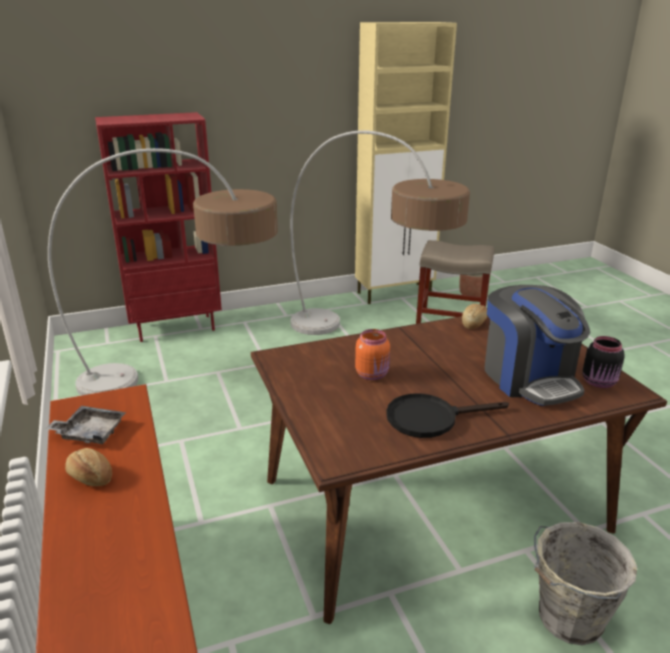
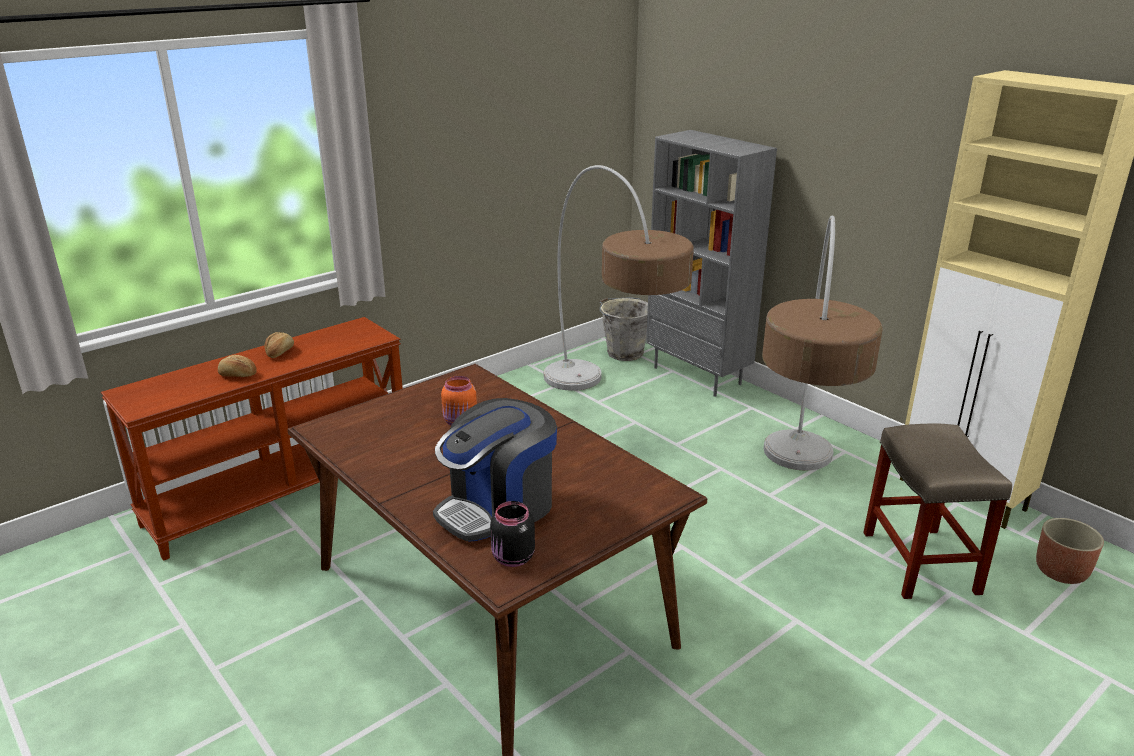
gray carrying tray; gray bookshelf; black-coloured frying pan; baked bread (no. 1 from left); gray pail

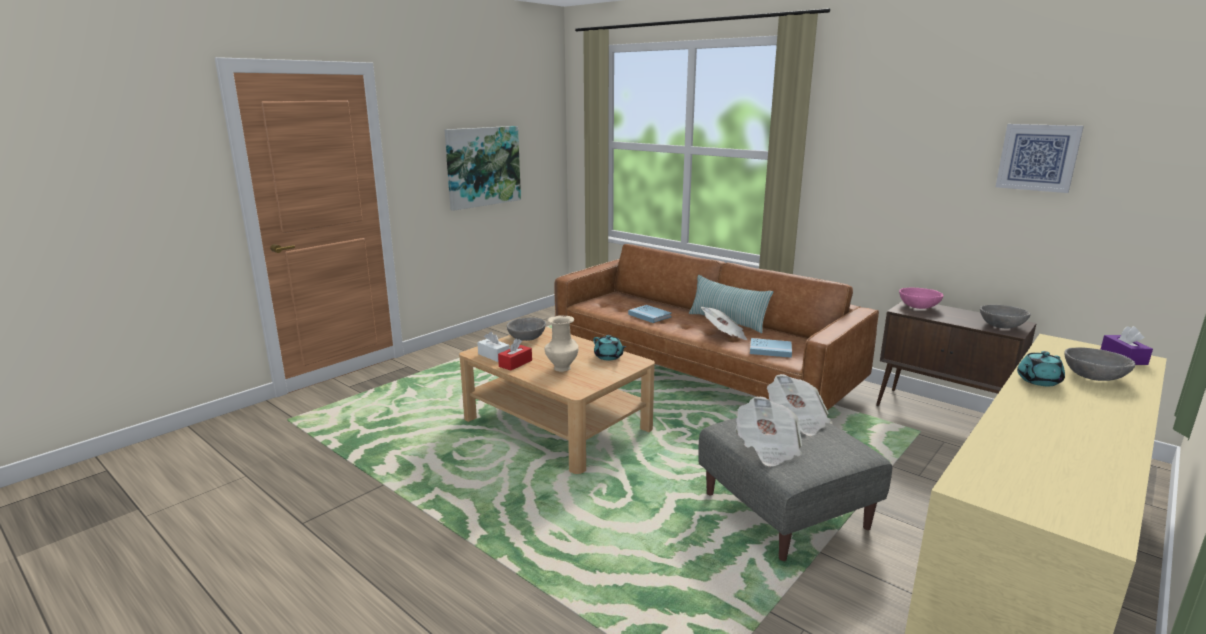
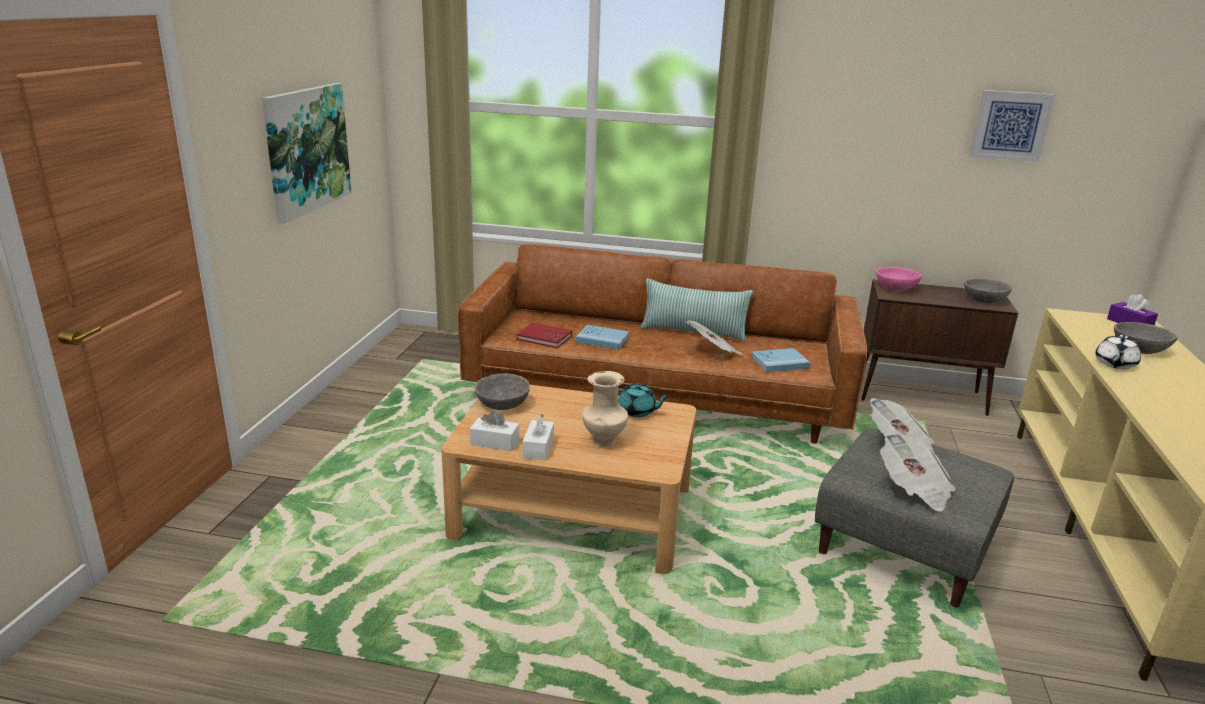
white-coloured box of tissues (no. 2 from left); white-coloured tea pot; red-coloured bound book

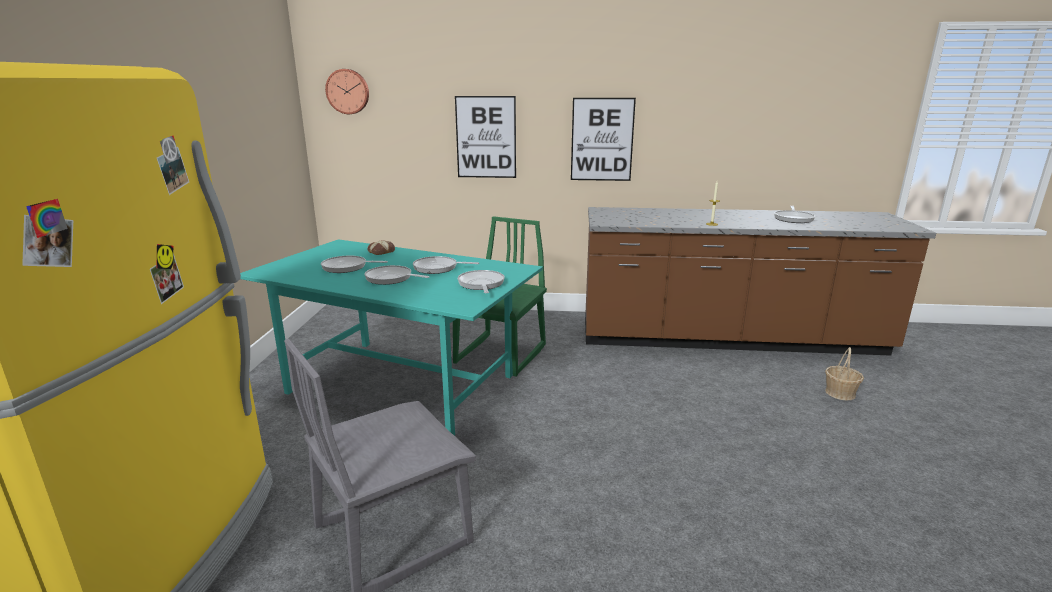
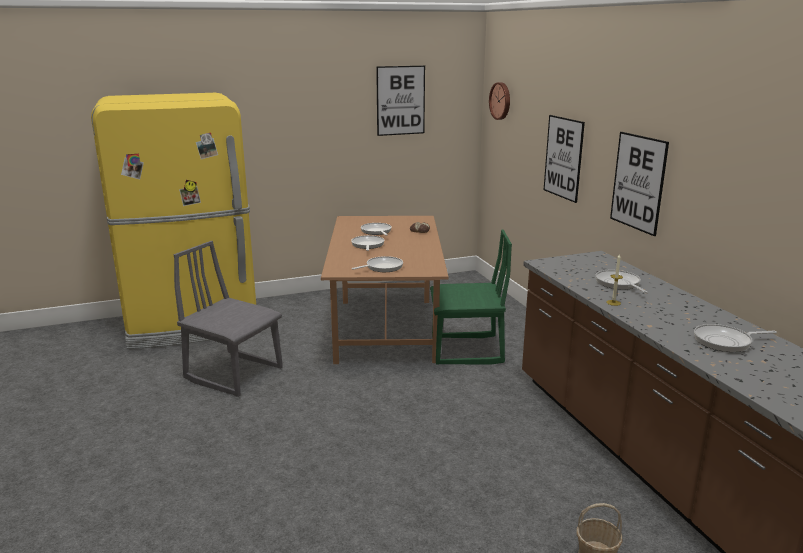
brown dining table; frying pan (no. 4 from left); wall art (no. 1 from left)

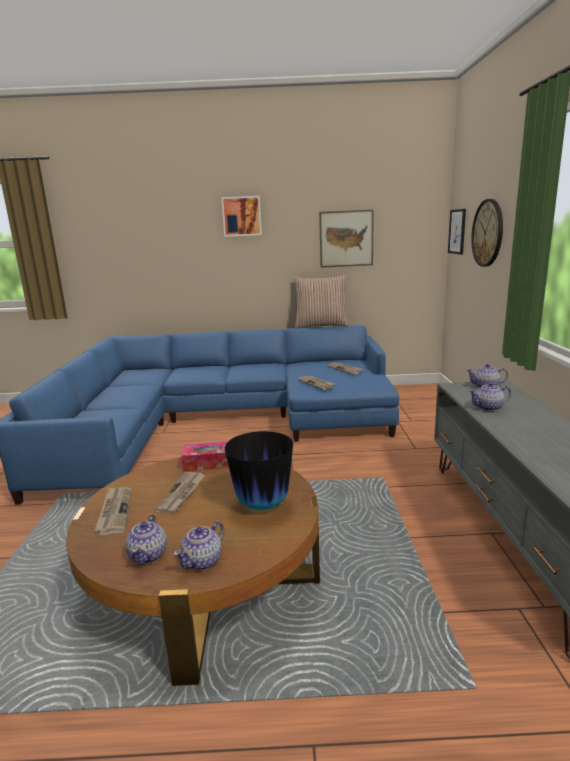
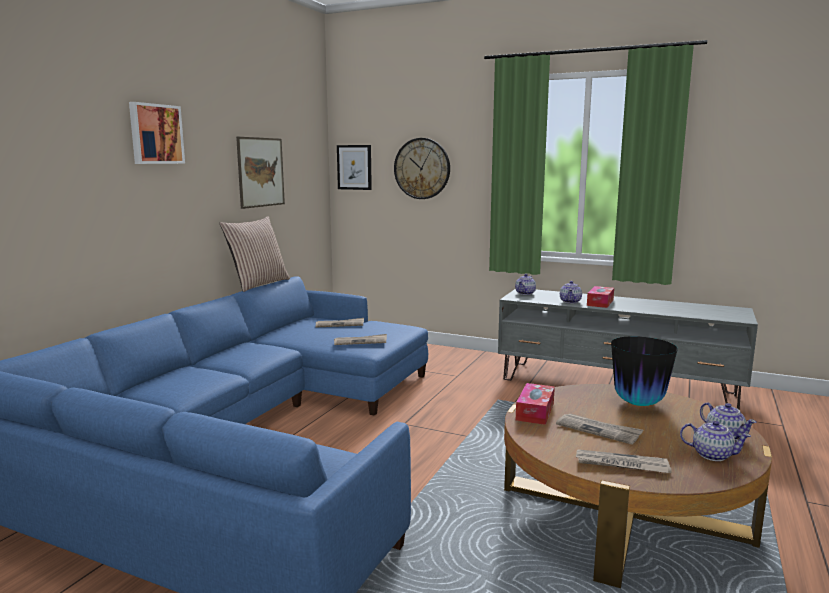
box of tissues (no. 2 from left)

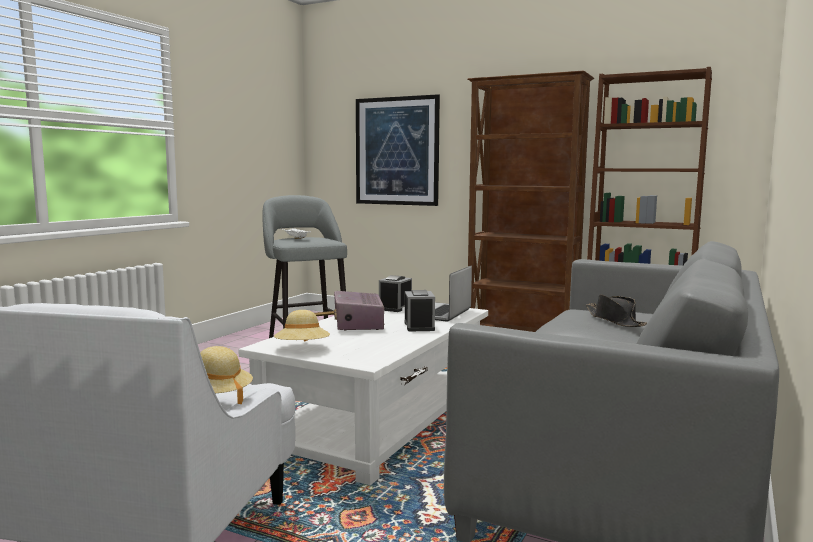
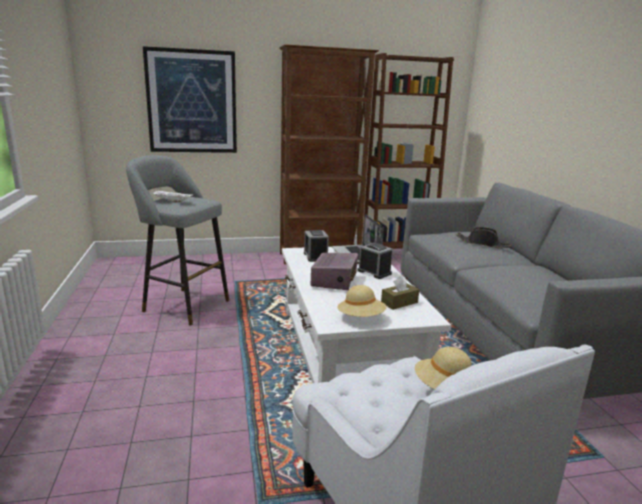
radio; brown box of tissues

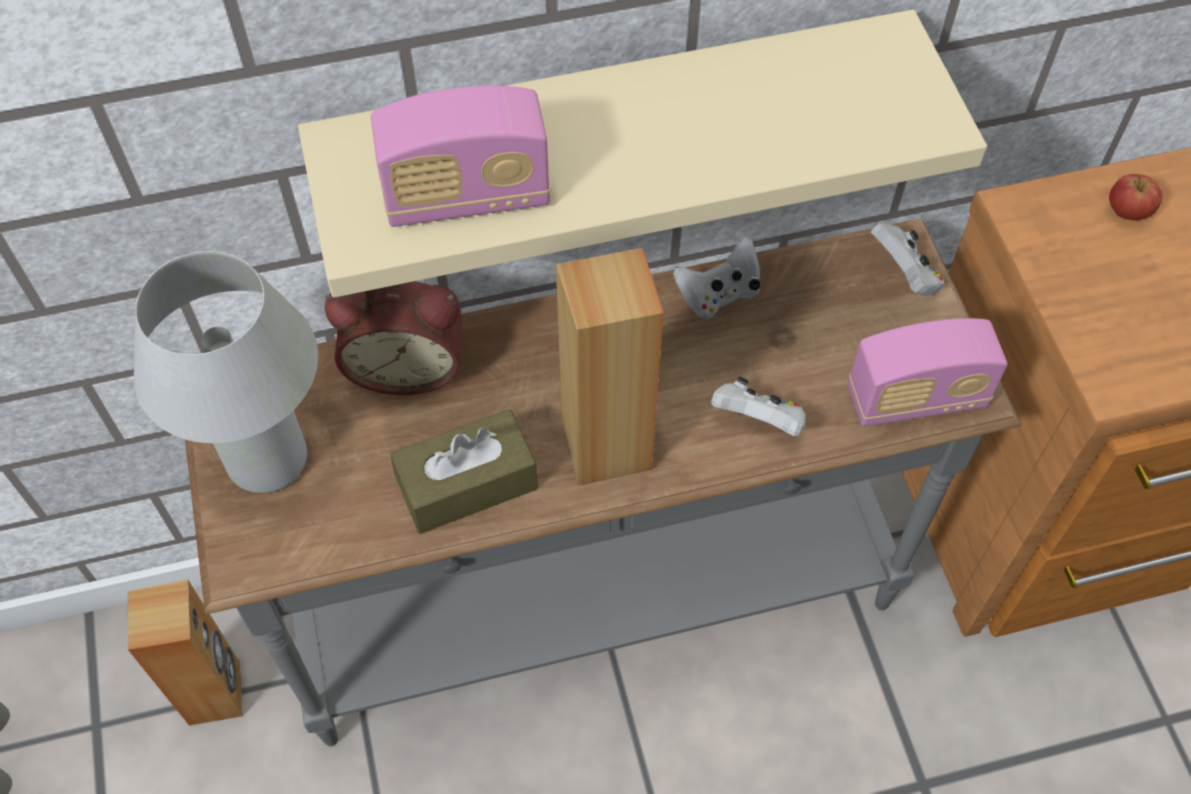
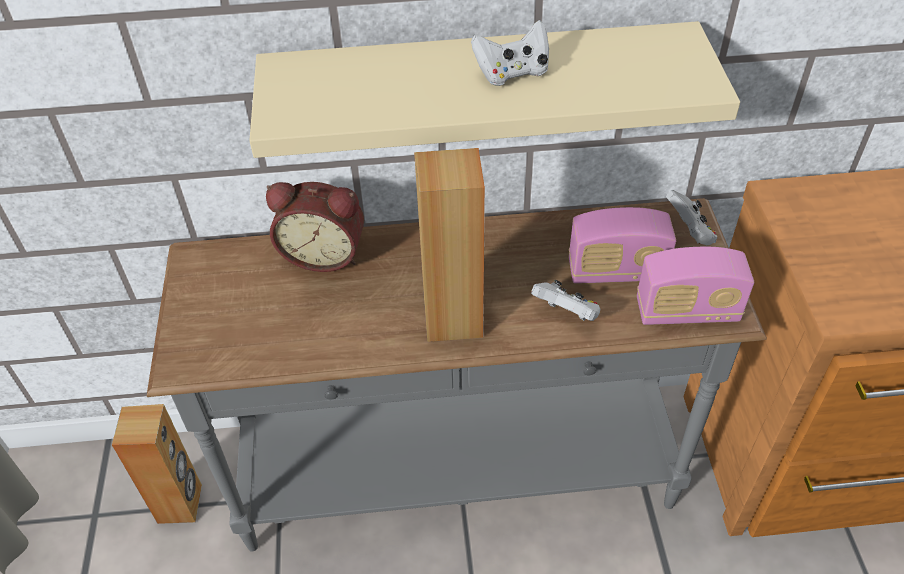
white-coloured table lamp; radio (no. 1 from left); brown box of tissues; white-coloured game controller (no. 1 from left); apple

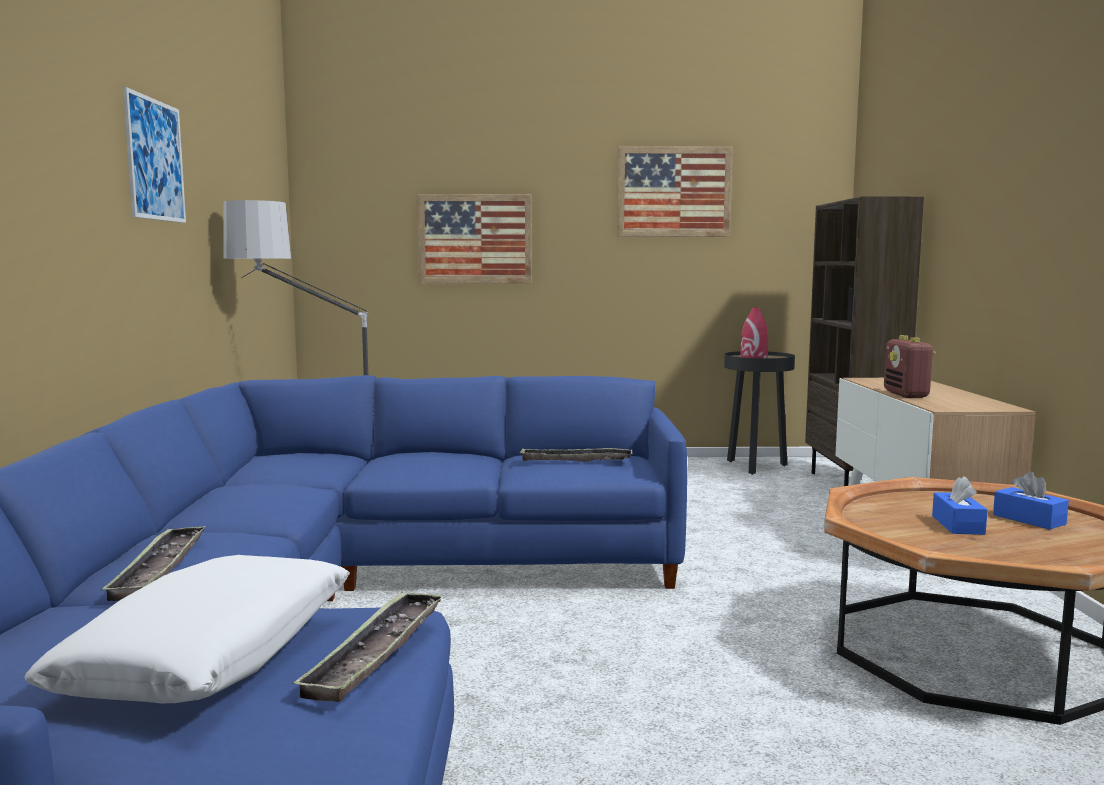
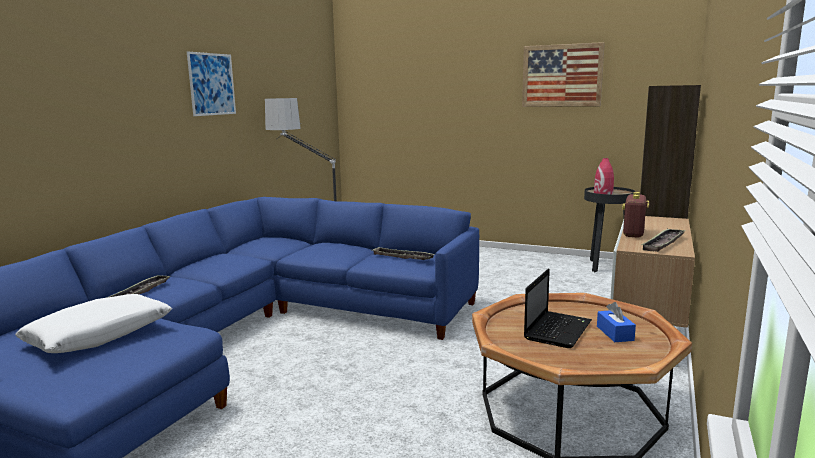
carrying tray (no. 3 from left); wall art (no. 2 from left in the first image); laptop

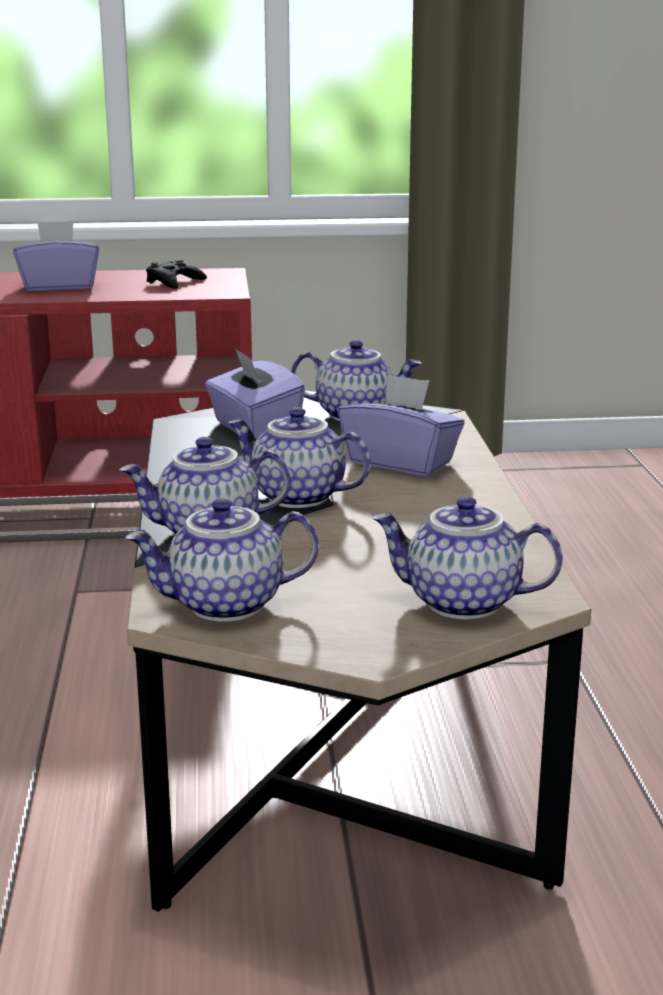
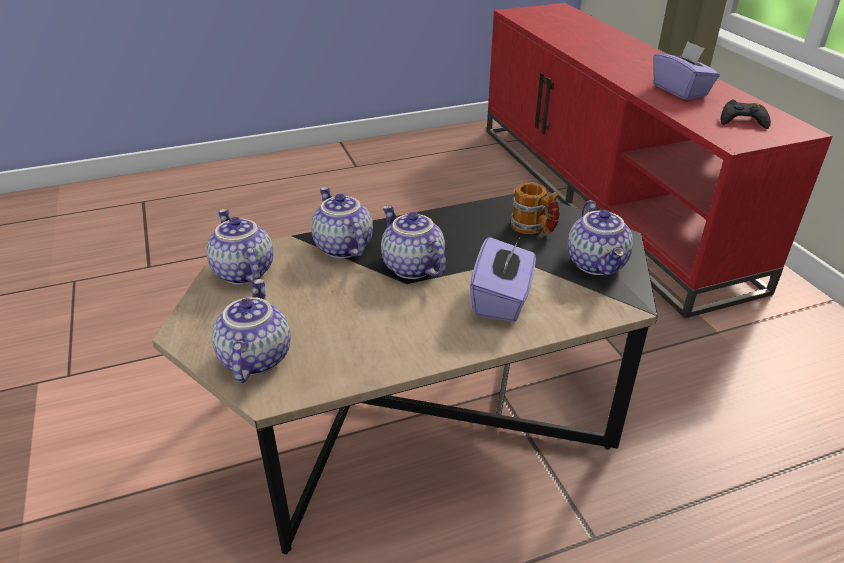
mug; tea pot (no. 4 from left)

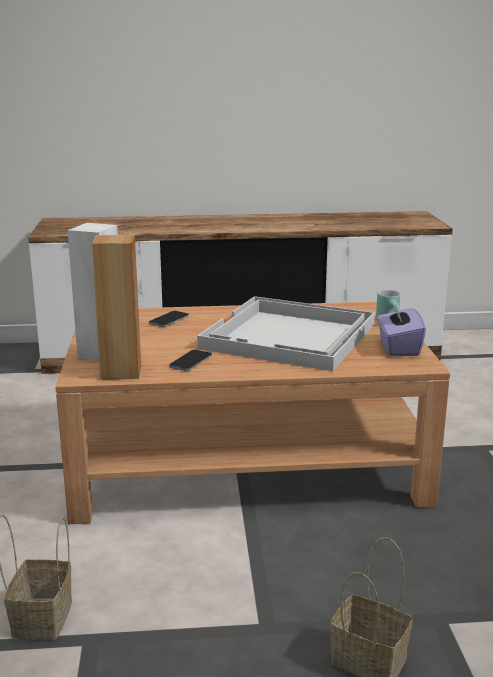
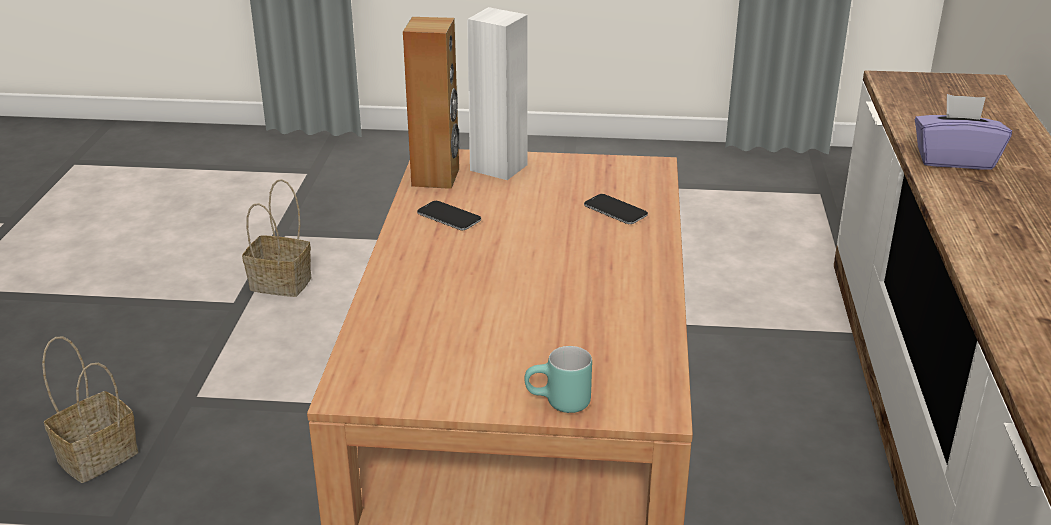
white-coloured carrying tray; purplish box of tissues

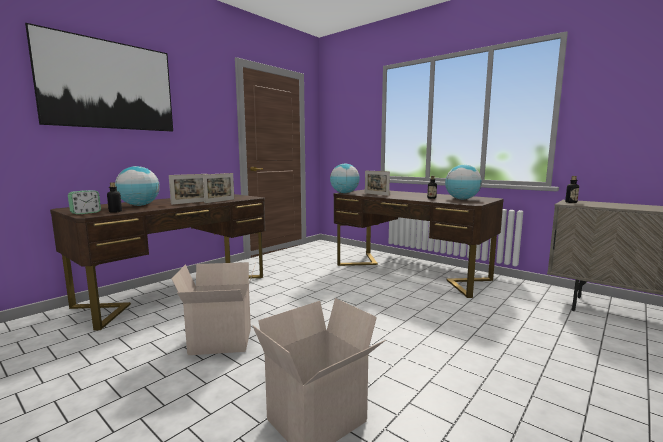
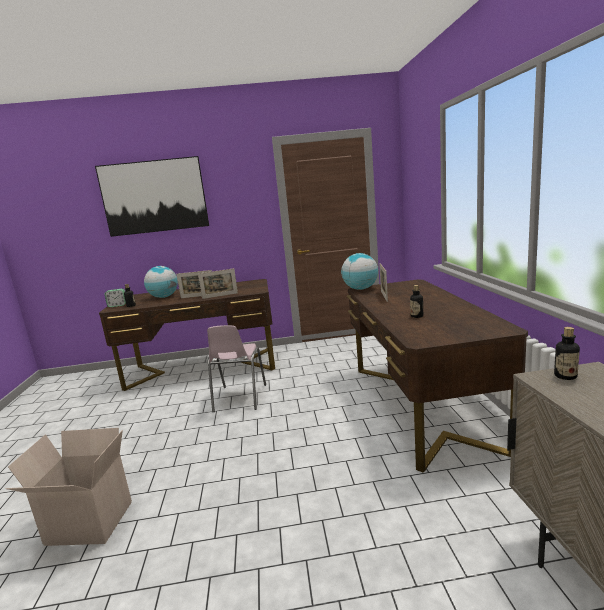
packing box (no. 1 from left in the first image); world globe (no. 3 from left in the first image); pinkish chair

